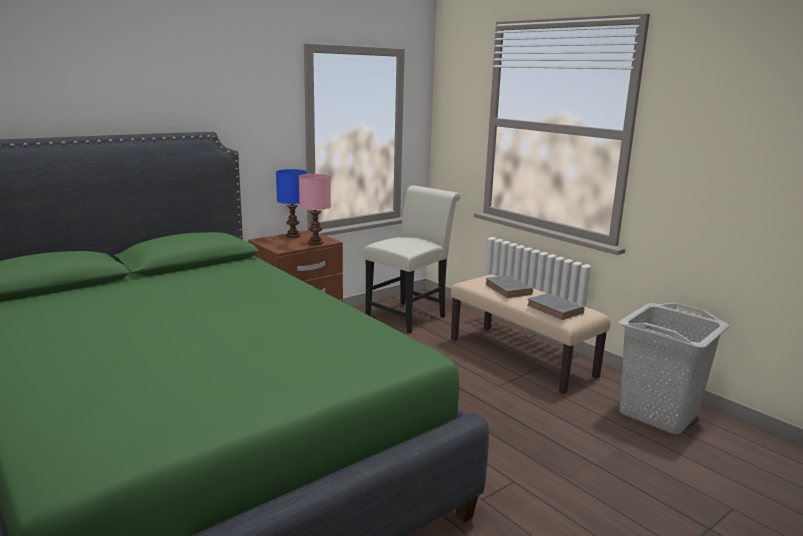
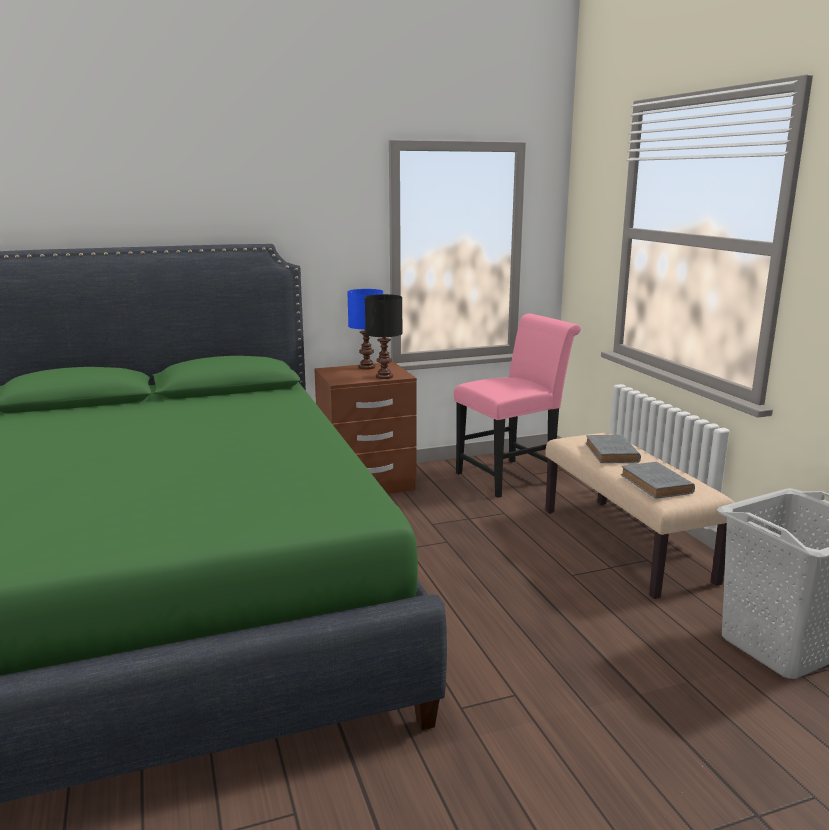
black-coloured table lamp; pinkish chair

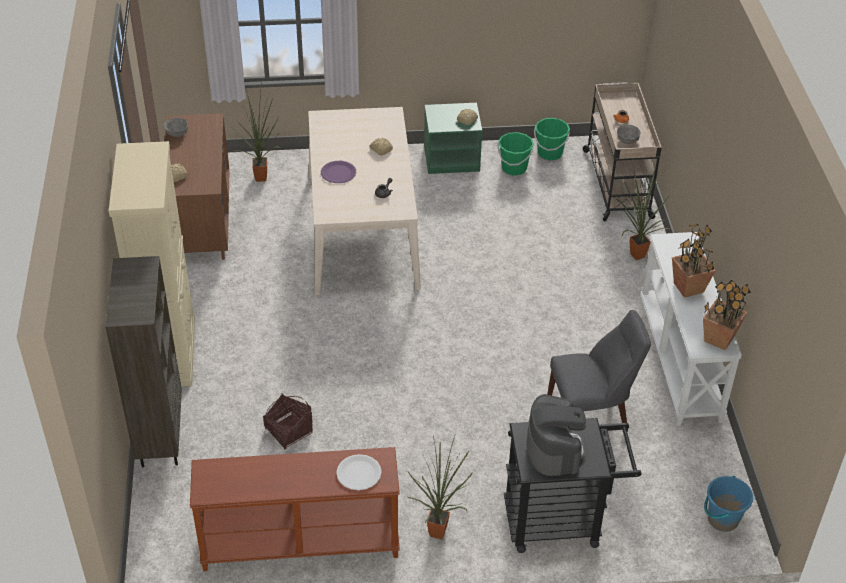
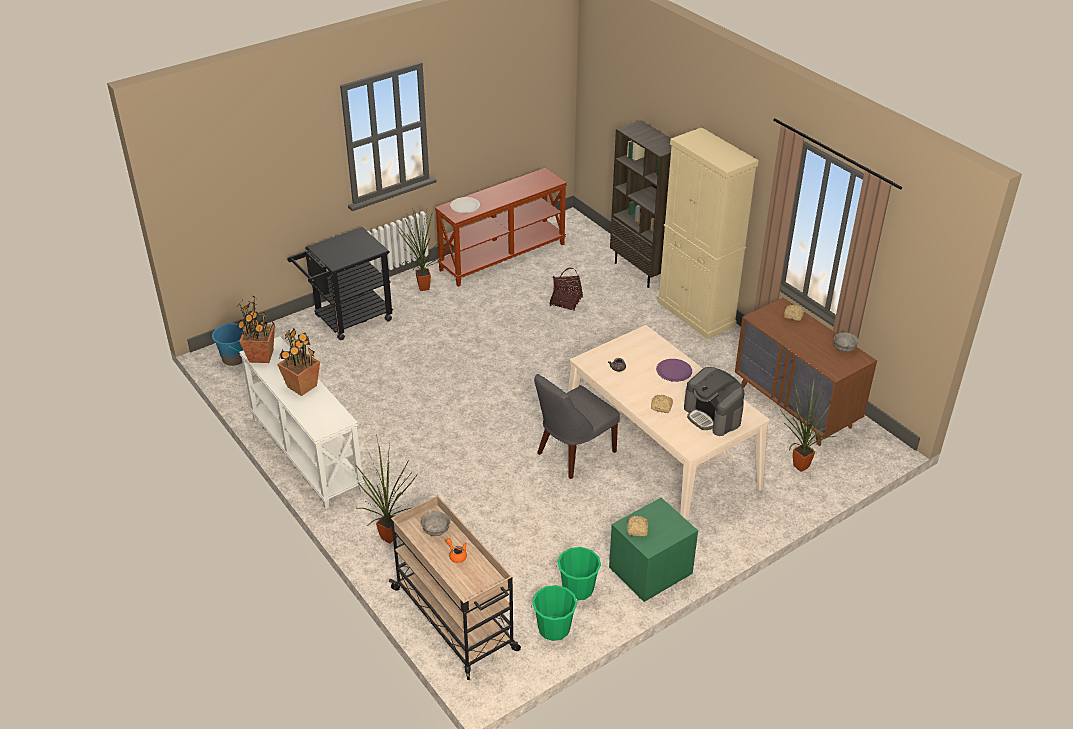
coffee brewer; gray chair

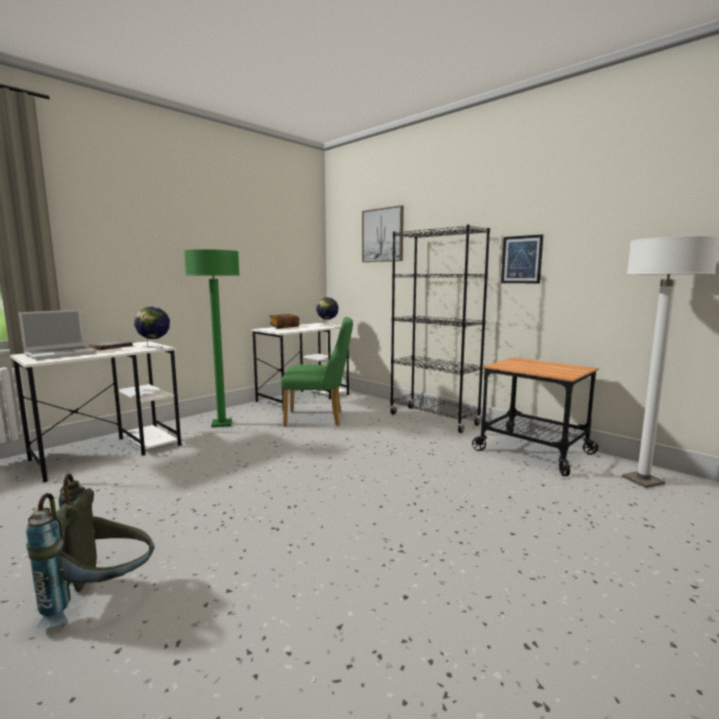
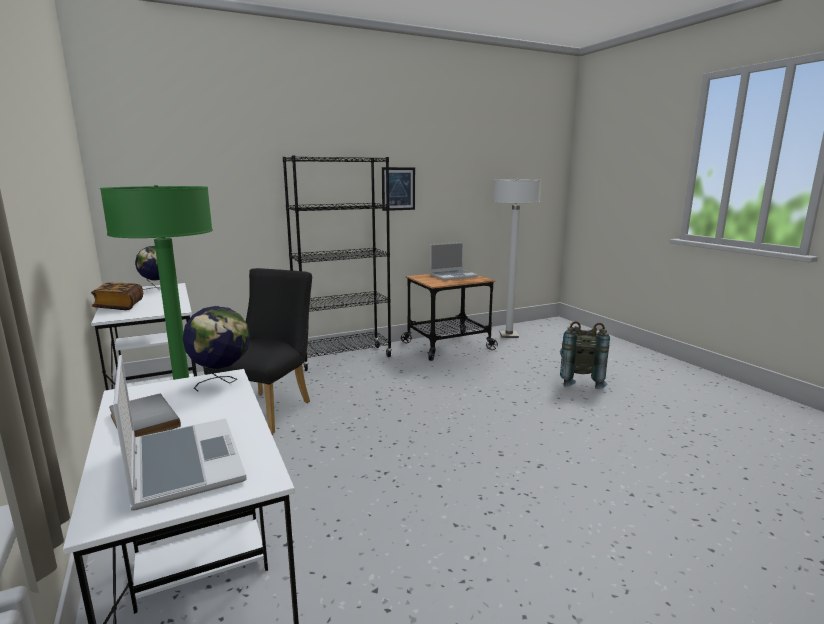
gray backpack; black-coloured chair; wall art (no. 1 from left in the first image); laptop (no. 2 from left)

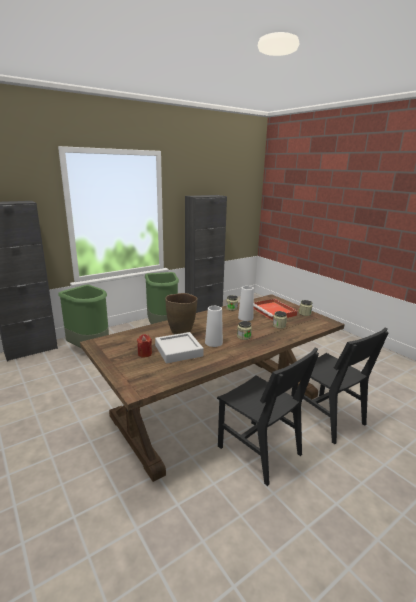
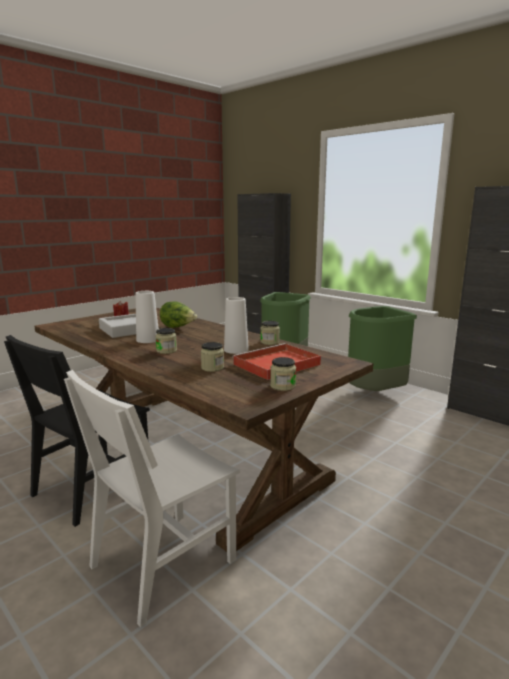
lettuce head; white-coloured chair

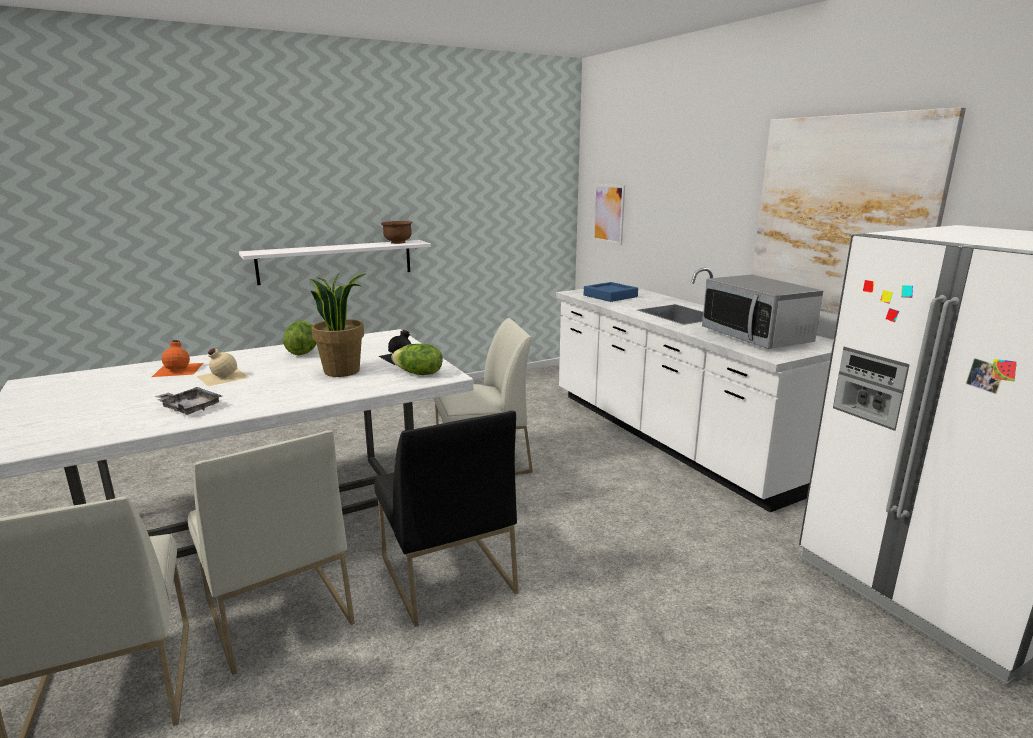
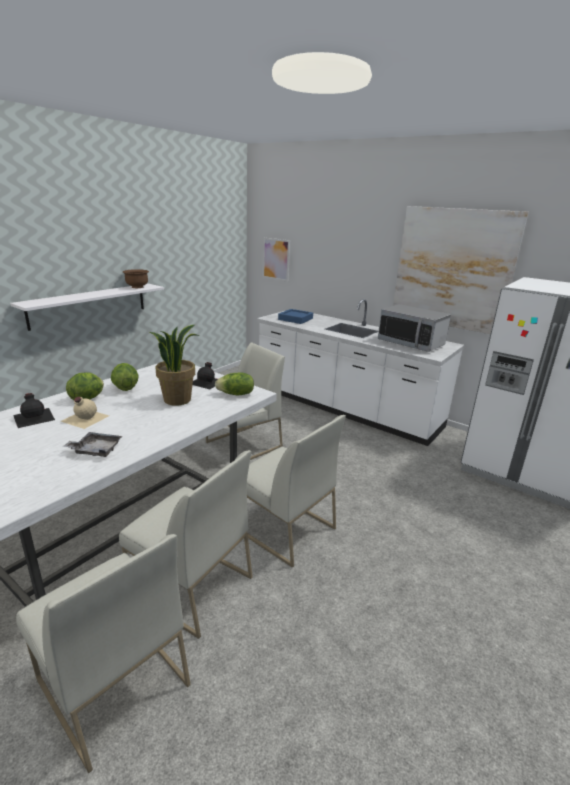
black-coloured bottle (no. 1 from left); white-coloured chair (no. 4 from left); lettuce head (no. 1 from left)

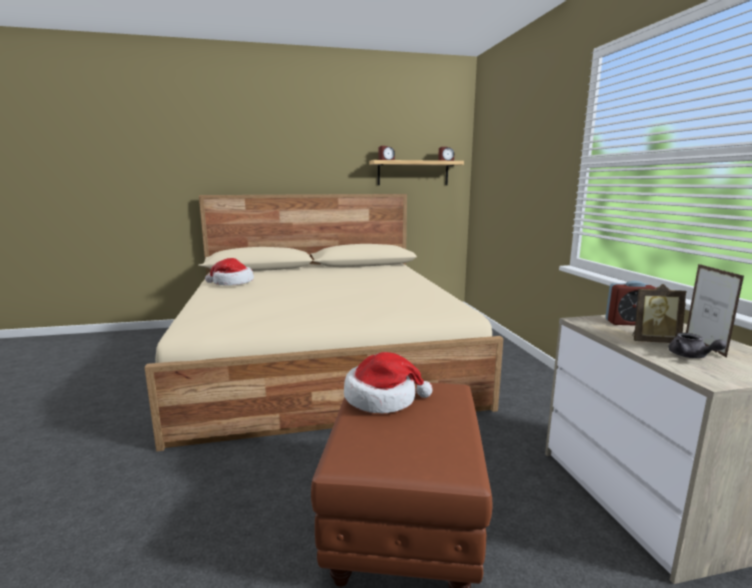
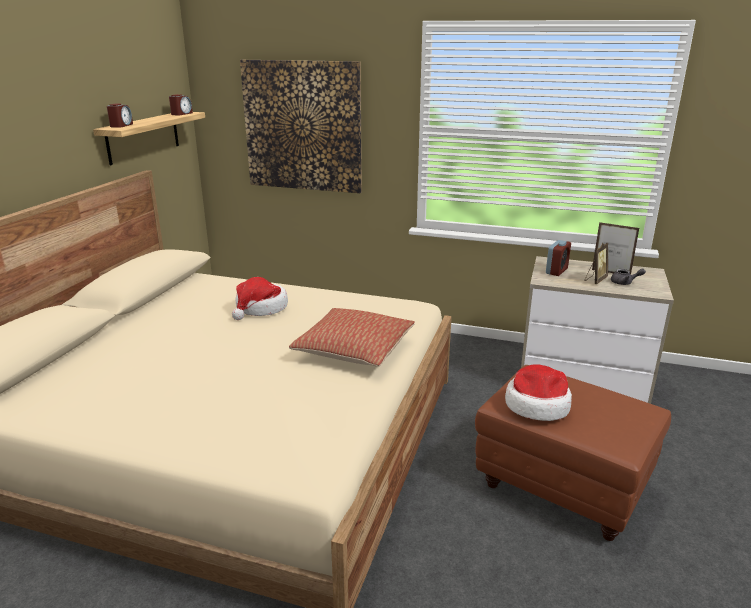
clothing hat (no. 1 from left); wall art; throw pillow

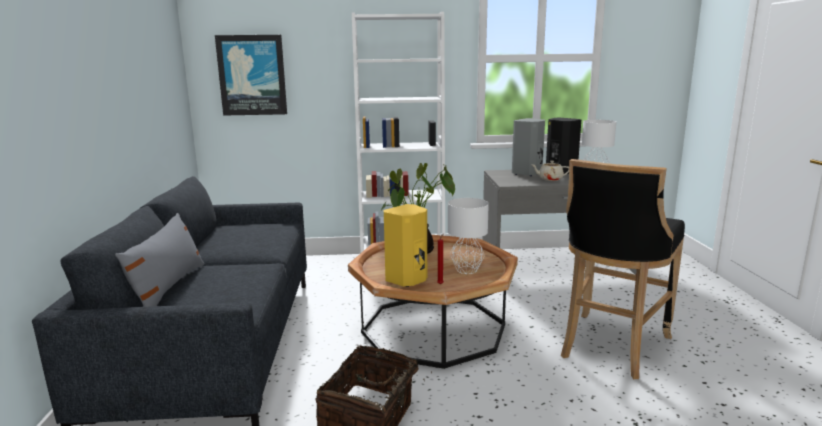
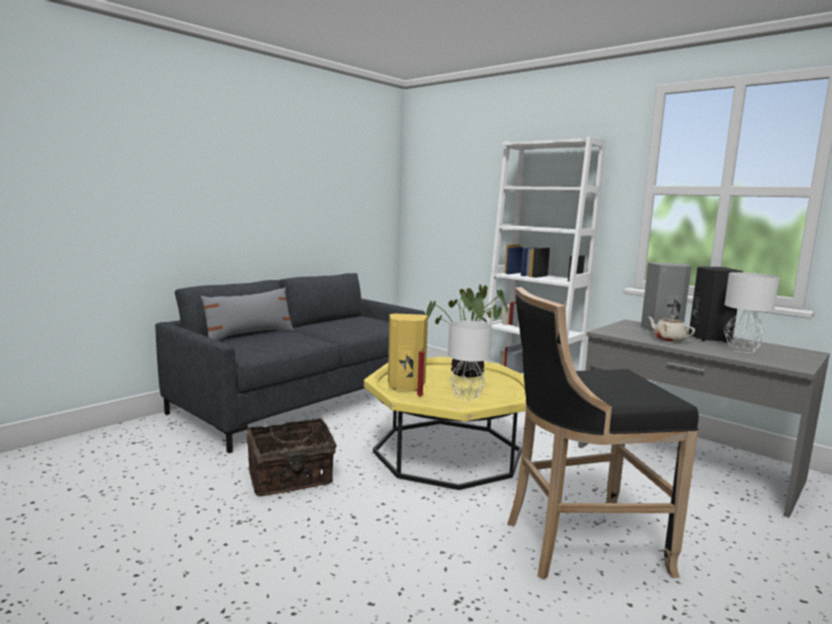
wall art; yellow-coloured lounge table

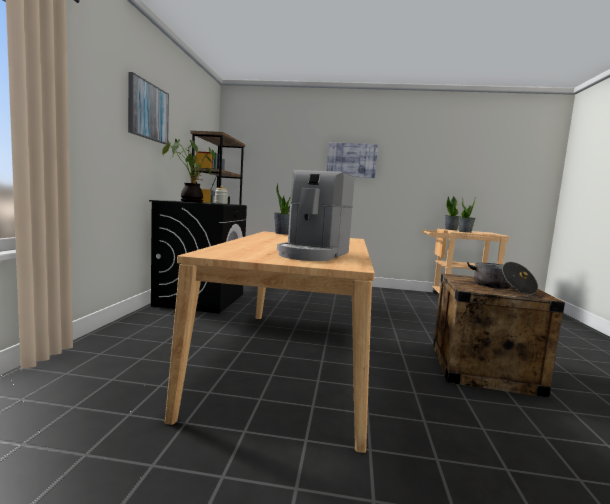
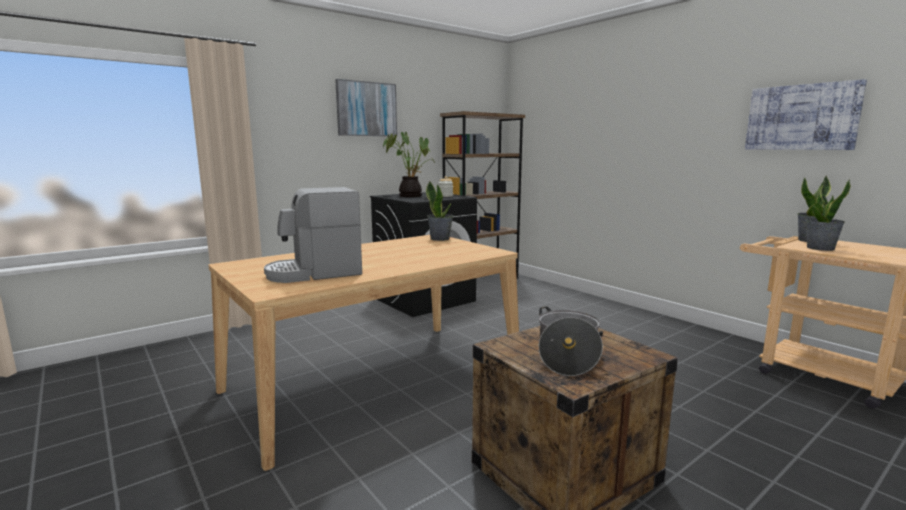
wall art (no. 2 from left)

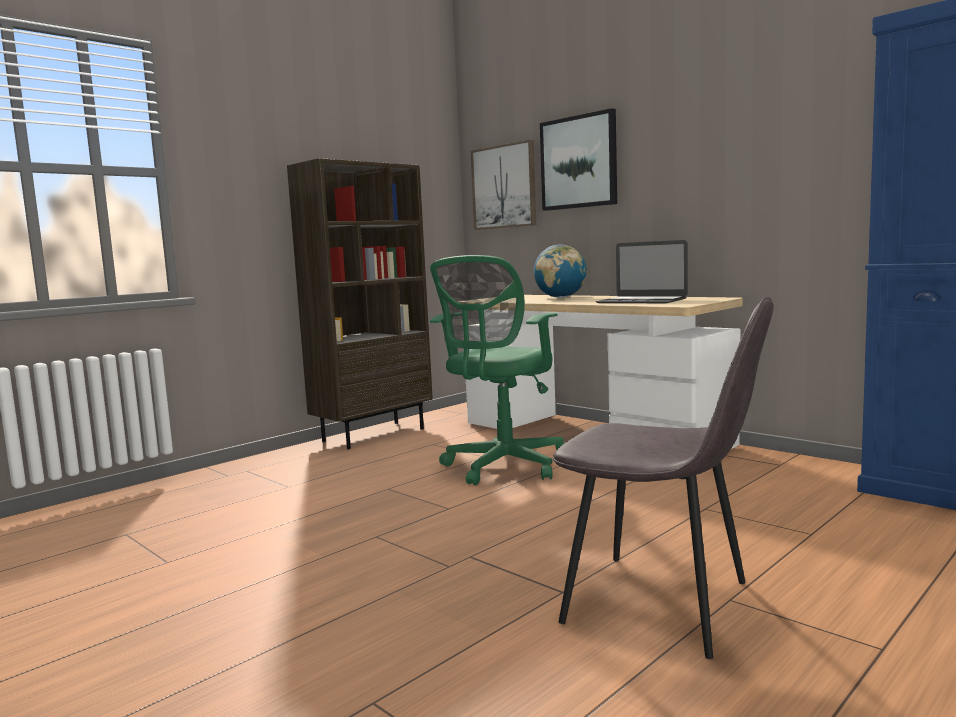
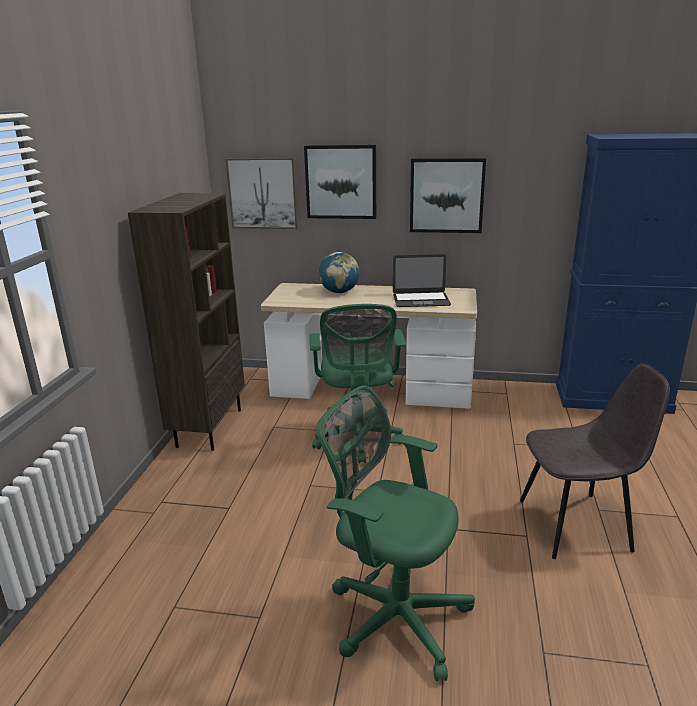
green-coloured office chair (no. 2 from left); wall art (no. 3 from left)

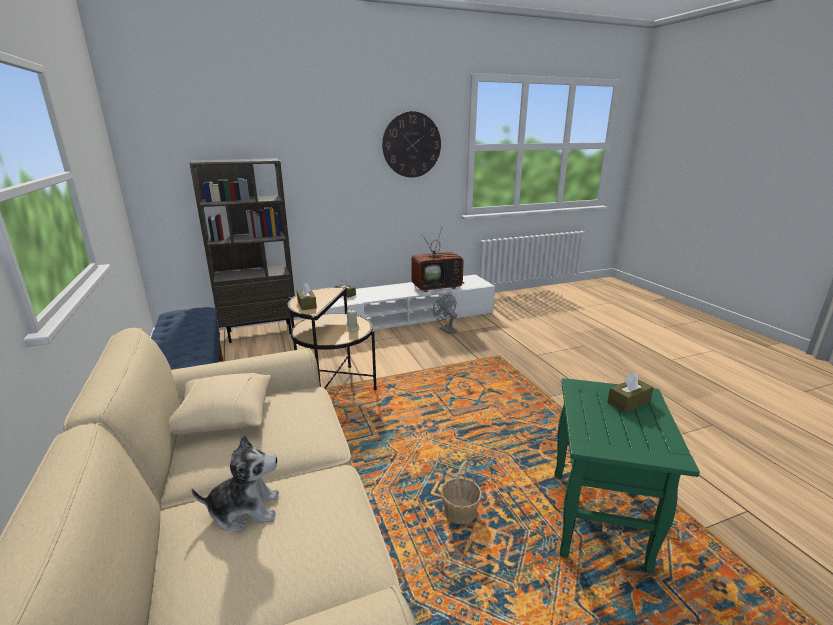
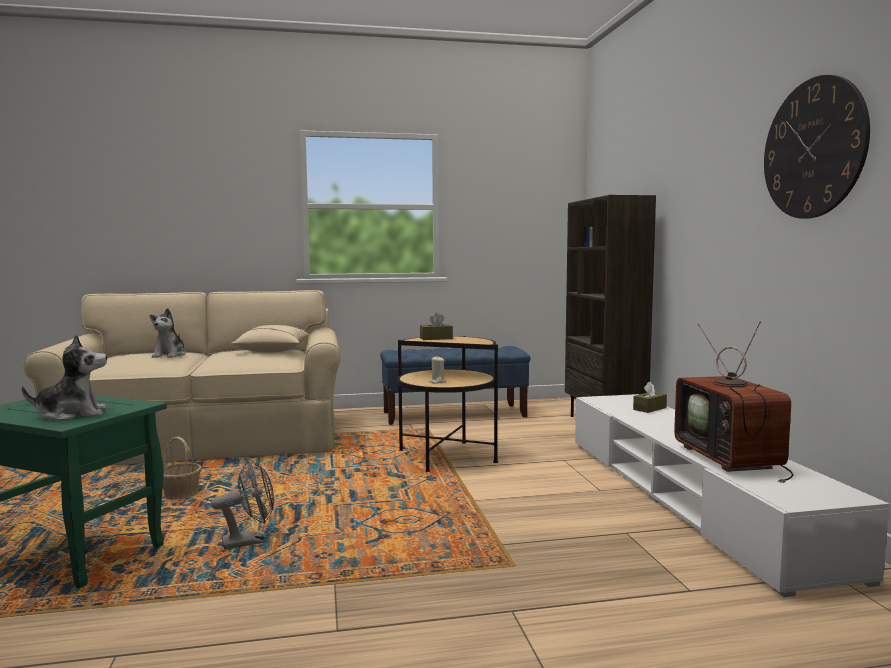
gray fan; plush toy (no. 1 from left)

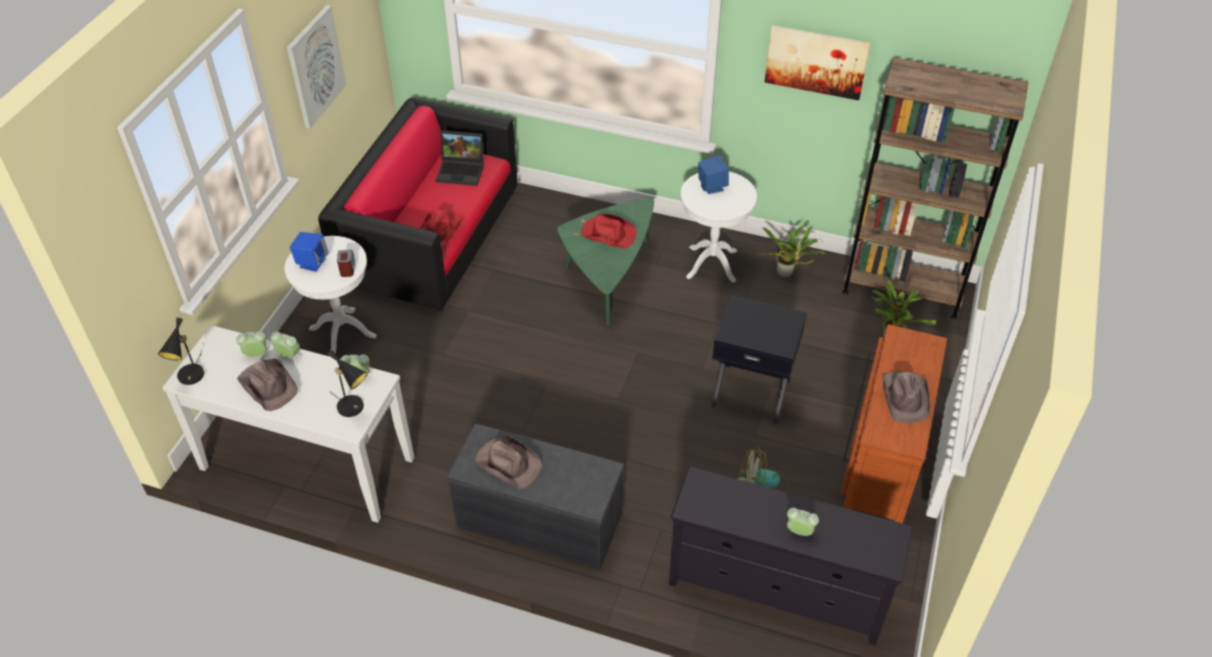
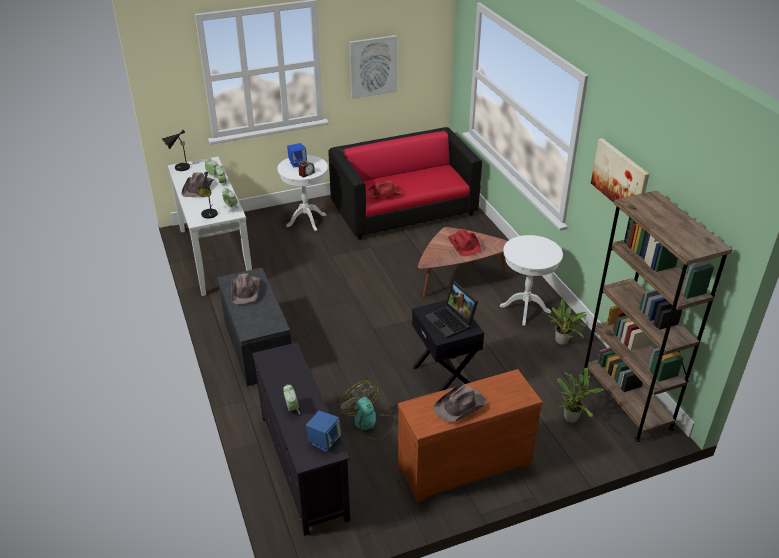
laptop; brown lounge table; blue audio speaker (no. 2 from left)

